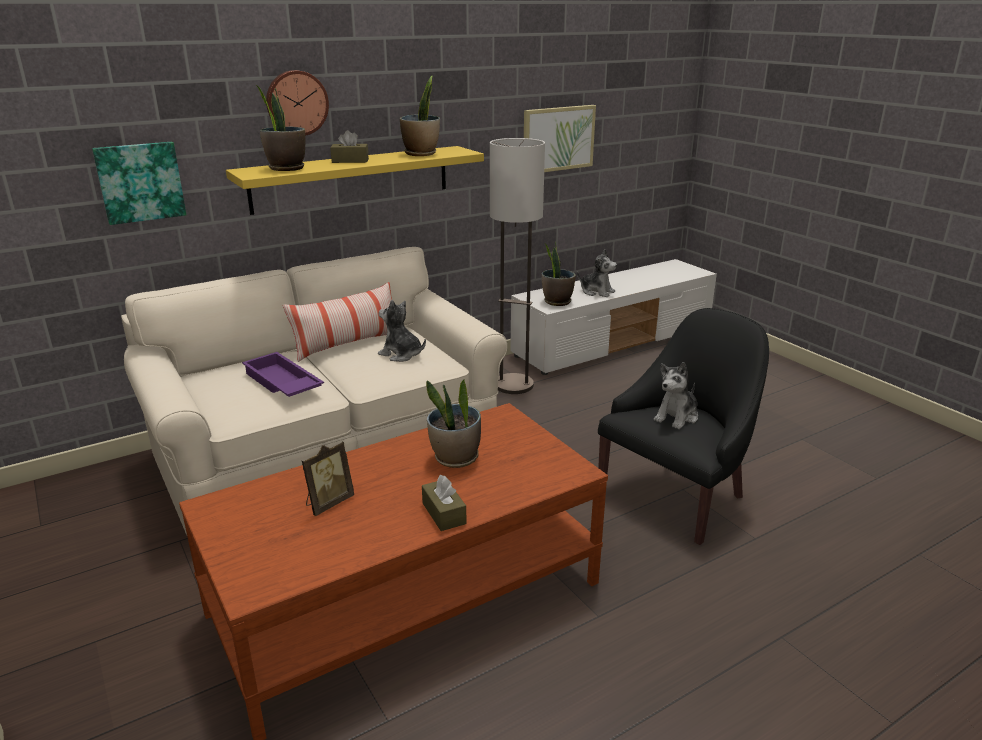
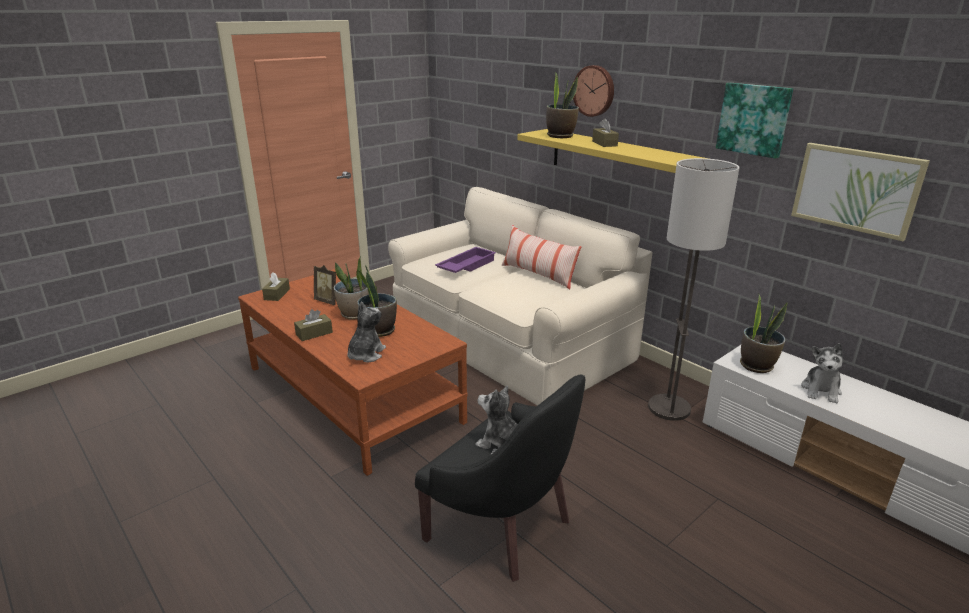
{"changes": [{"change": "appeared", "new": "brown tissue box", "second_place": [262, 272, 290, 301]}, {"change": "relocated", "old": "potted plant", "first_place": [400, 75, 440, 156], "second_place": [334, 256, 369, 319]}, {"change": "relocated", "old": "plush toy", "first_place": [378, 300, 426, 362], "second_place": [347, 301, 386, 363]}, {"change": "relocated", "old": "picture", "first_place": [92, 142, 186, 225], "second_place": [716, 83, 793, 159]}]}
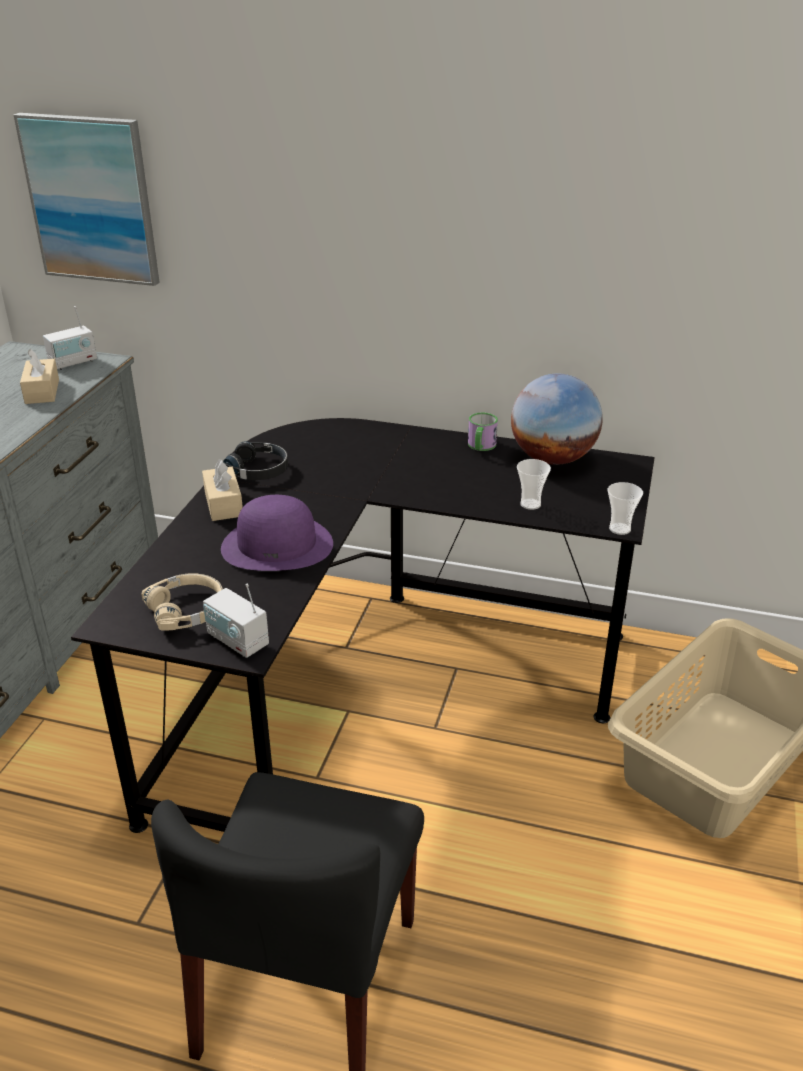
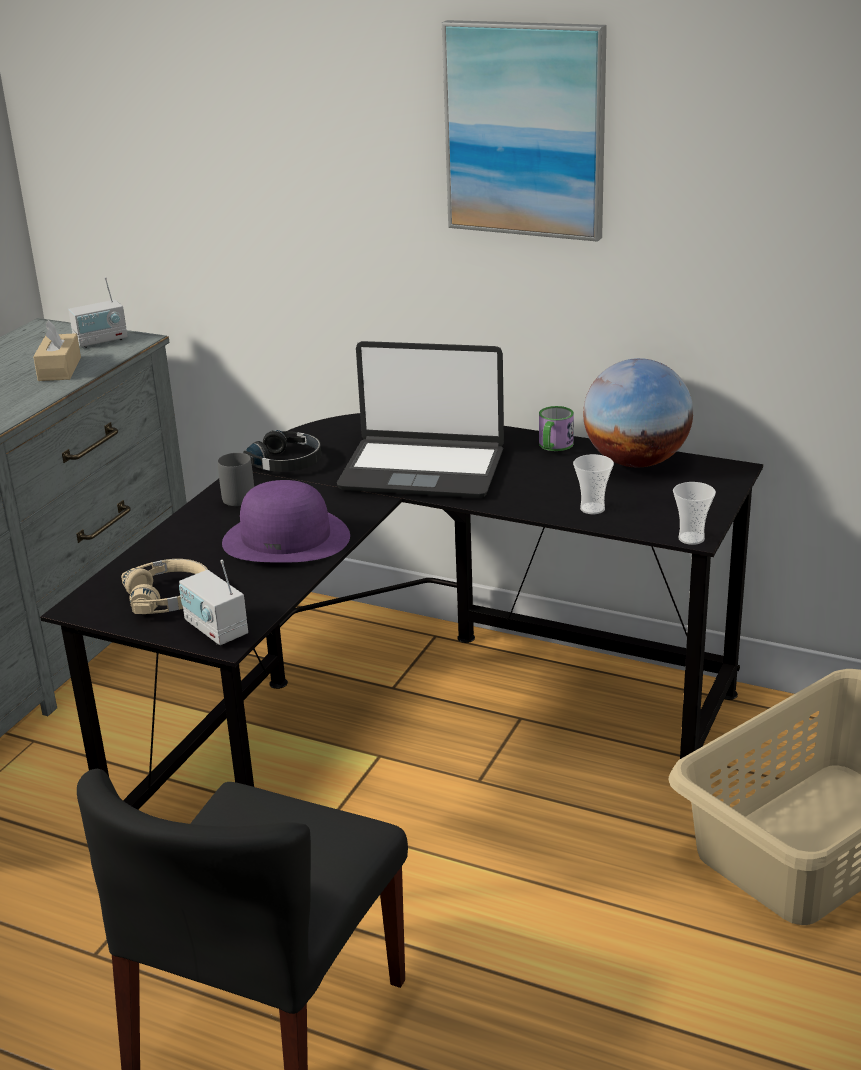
{"changes": [{"change": "exchanged", "old": "beige tissue box", "new": "grey mug", "first_place": [202, 459, 243, 521], "second_place": [218, 453, 254, 506]}, {"change": "appeared", "new": "laptop", "second_place": [337, 341, 504, 498]}, {"change": "relocated", "old": "picture", "first_place": [14, 113, 160, 286], "second_place": [442, 20, 607, 242]}]}
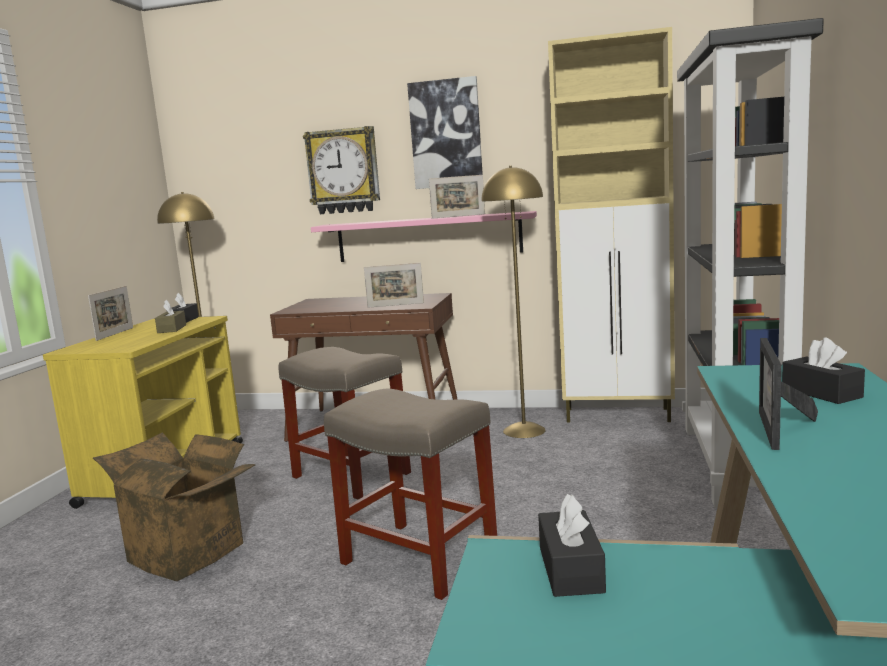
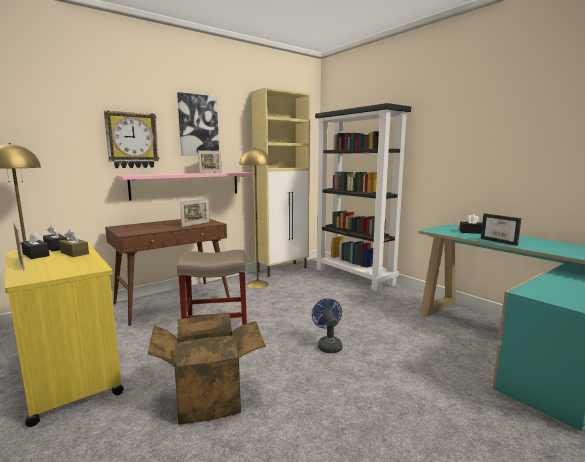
{"changes": [{"change": "relocated", "old": "black tissue box", "first_place": [538, 494, 606, 597], "second_place": [21, 231, 50, 259]}, {"change": "exchanged", "old": "beige stool", "new": "blue fan", "first_place": [324, 388, 497, 600], "second_place": [312, 298, 342, 353]}]}
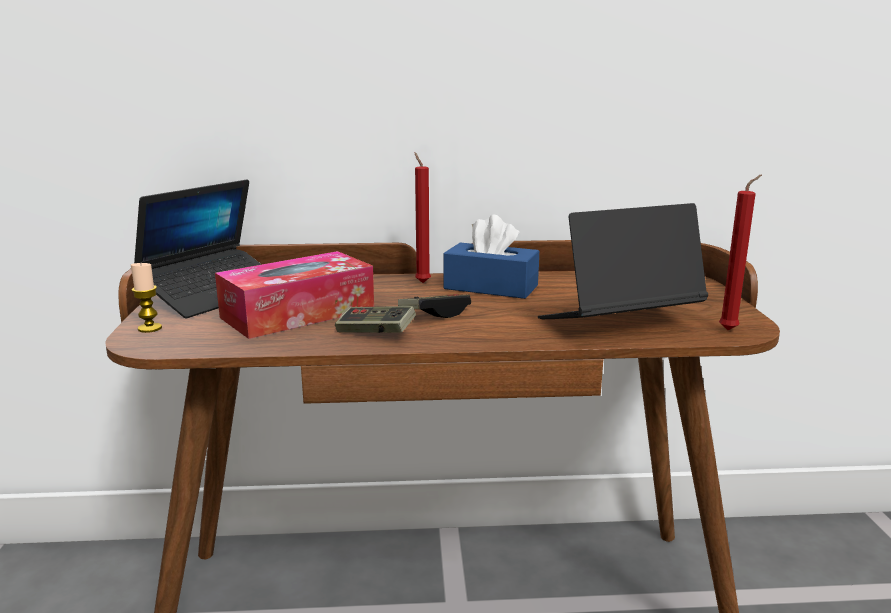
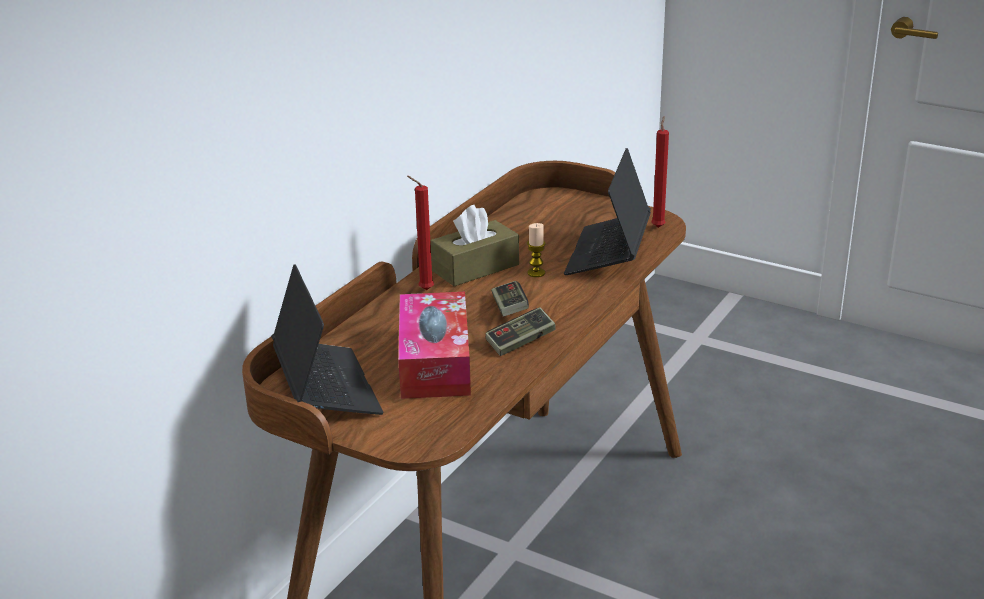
{"changes": [{"change": "colour", "old": "blue tissue box", "new": "brown tissue box", "first_place": [444, 214, 539, 299], "second_place": [430, 205, 519, 286]}, {"change": "relocated", "old": "candle", "first_place": [131, 262, 162, 333], "second_place": [527, 223, 545, 277]}]}
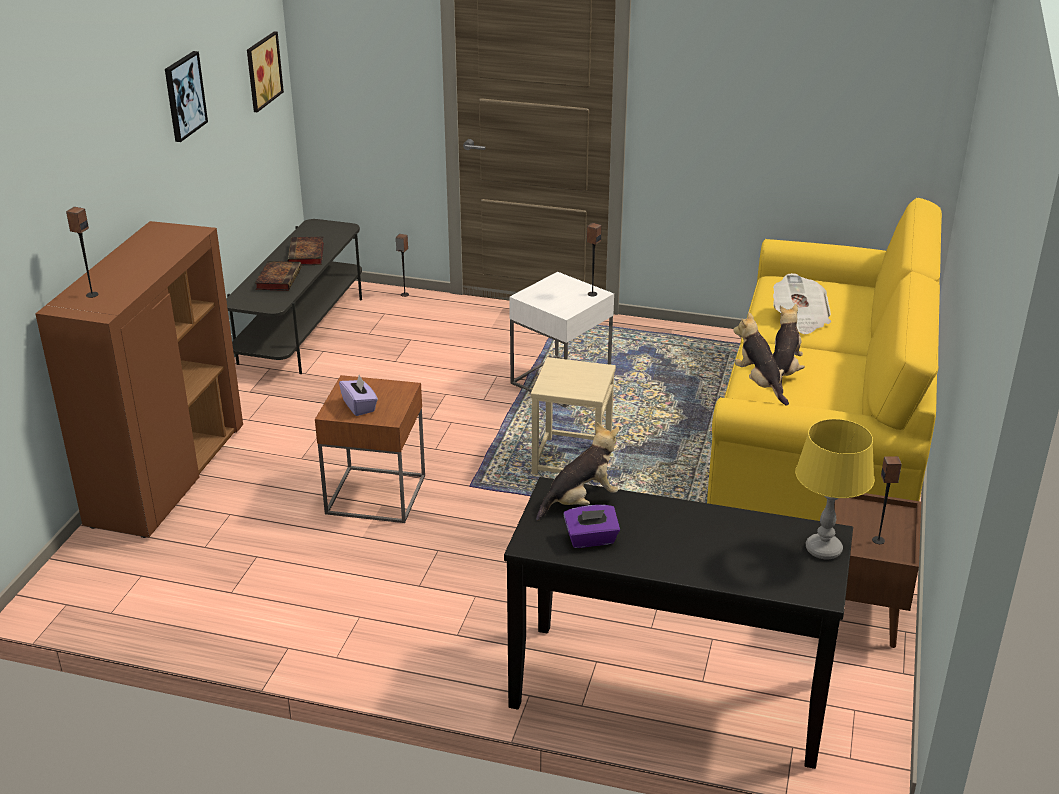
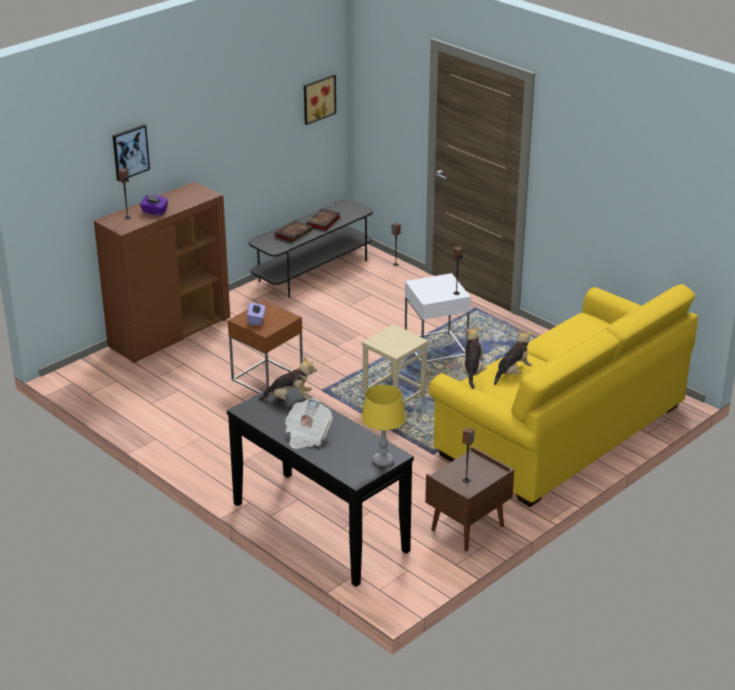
{"changes": [{"change": "relocated", "old": "picture", "first_place": [165, 51, 208, 142], "second_place": [112, 124, 150, 181]}, {"change": "relocated", "old": "purple tissue box", "first_place": [563, 505, 620, 548], "second_place": [140, 195, 168, 215]}, {"change": "relocated", "old": "newspaper", "first_place": [773, 273, 831, 334], "second_place": [285, 398, 333, 449]}]}
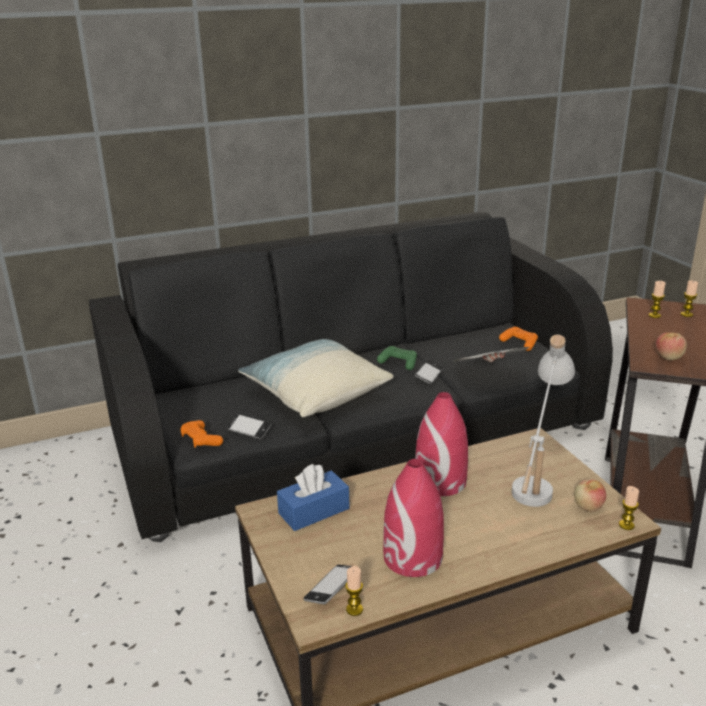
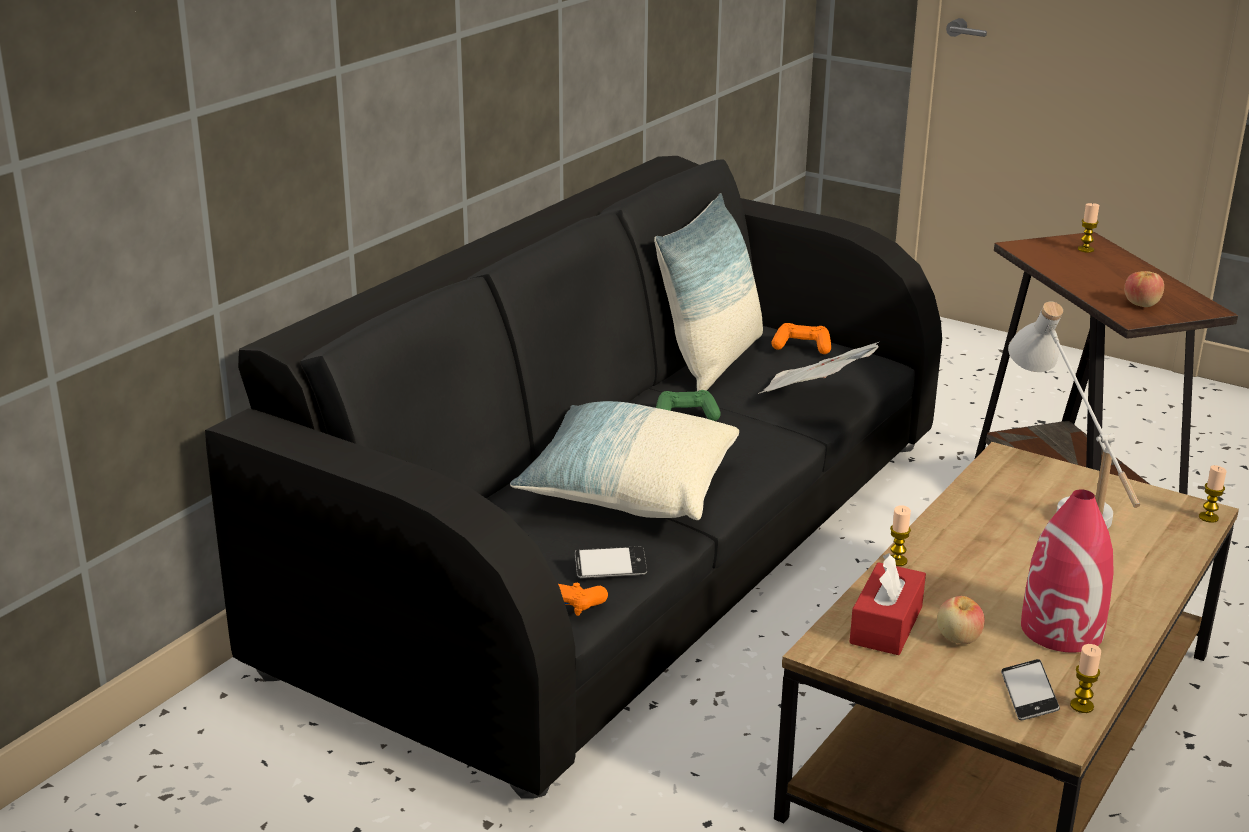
{"changes": [{"change": "appeared", "new": "pillow", "second_place": [654, 193, 763, 391]}, {"change": "colour", "old": "blue tissue box", "new": "red tissue box", "first_place": [277, 464, 349, 531], "second_place": [849, 553, 926, 655]}, {"change": "relocated", "old": "candle", "first_place": [648, 281, 666, 318], "second_place": [890, 505, 911, 566]}, {"change": "relocated", "old": "apple", "first_place": [574, 479, 606, 512], "second_place": [937, 596, 985, 644]}, {"change": "missing", "old": "phone", "first_place": [415, 360, 443, 384]}, {"change": "missing", "old": "red vase", "first_place": [415, 392, 468, 496]}]}
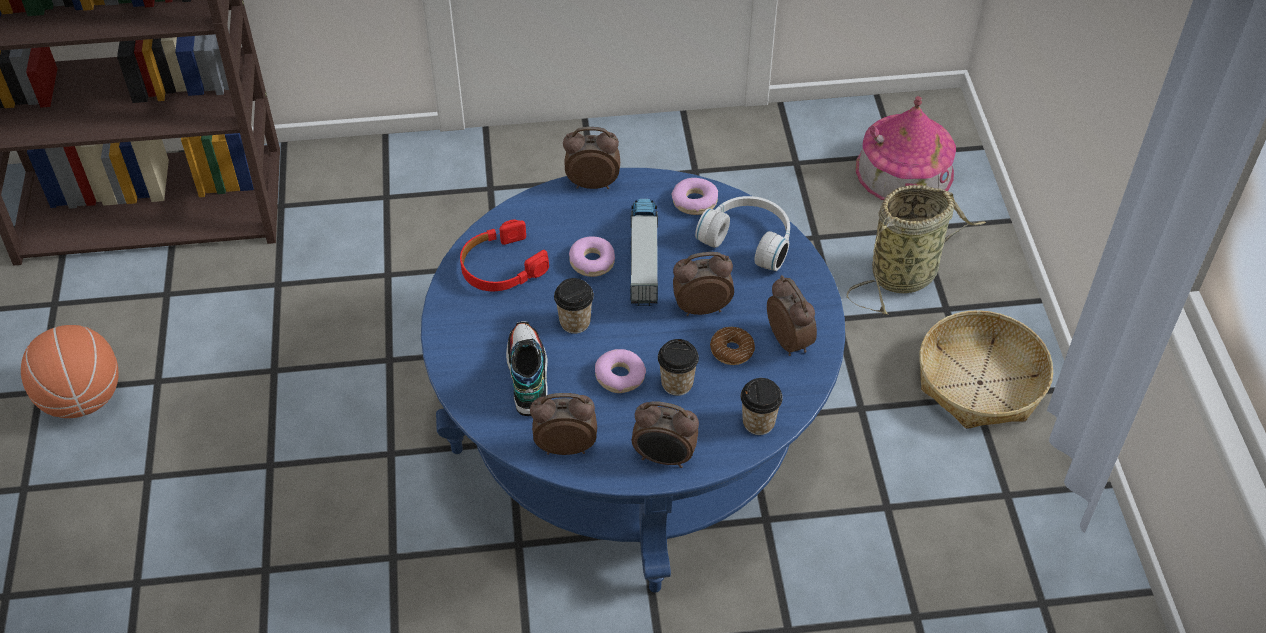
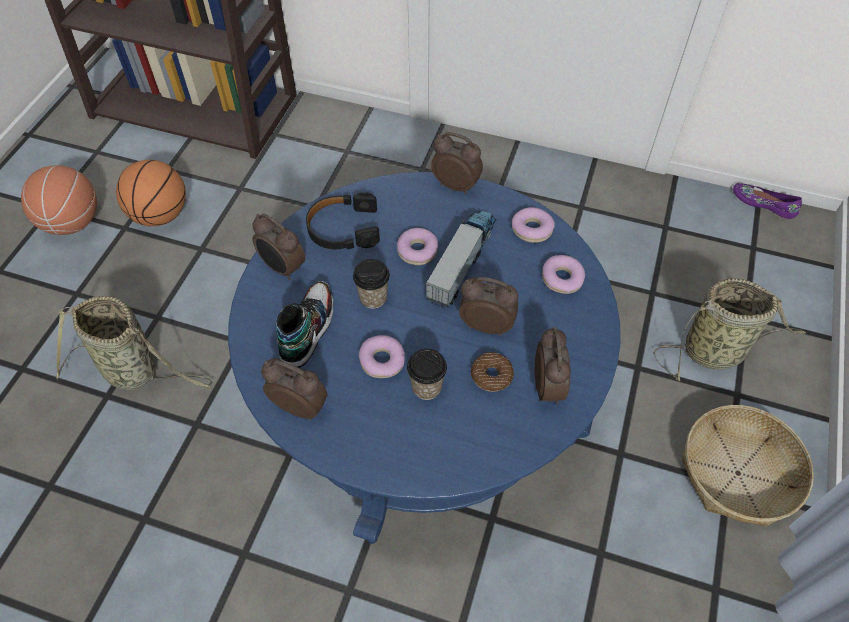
{"changes": [{"change": "appeared", "new": "basket", "second_place": [56, 296, 212, 390]}, {"change": "appeared", "new": "basketball", "second_place": [116, 160, 186, 226]}, {"change": "relocated", "old": "alarm clock", "first_place": [632, 401, 699, 468], "second_place": [252, 213, 305, 280]}, {"change": "colour", "old": "red headphones", "new": "black headphones", "first_place": [460, 219, 549, 291], "second_place": [306, 192, 380, 249]}, {"change": "exchanged", "old": "white headphones", "new": "donut", "first_place": [695, 196, 790, 271], "second_place": [542, 255, 585, 294]}, {"change": "appeared", "new": "purple shoe", "second_place": [733, 183, 802, 219]}, {"change": "missing", "old": "cup", "first_place": [741, 378, 783, 435]}, {"change": "missing", "old": "toy house", "first_place": [856, 96, 956, 200]}]}
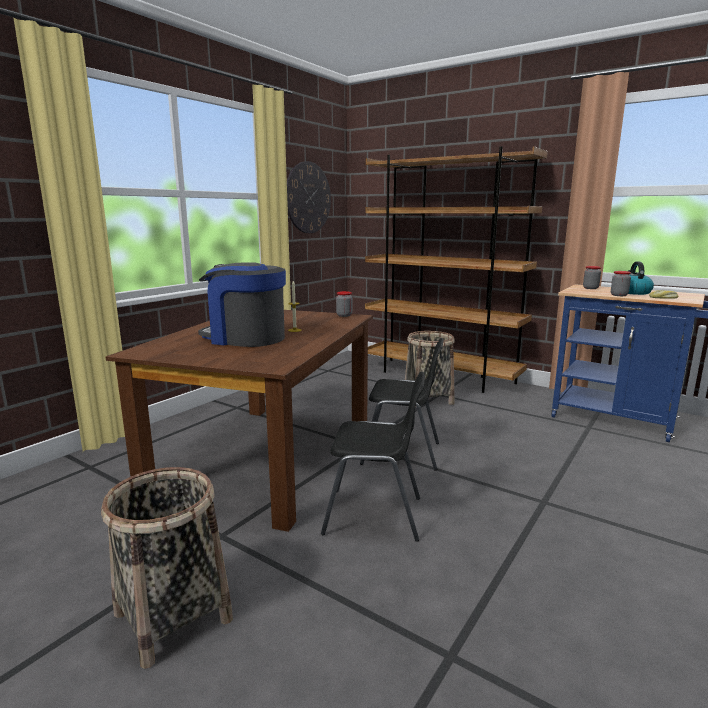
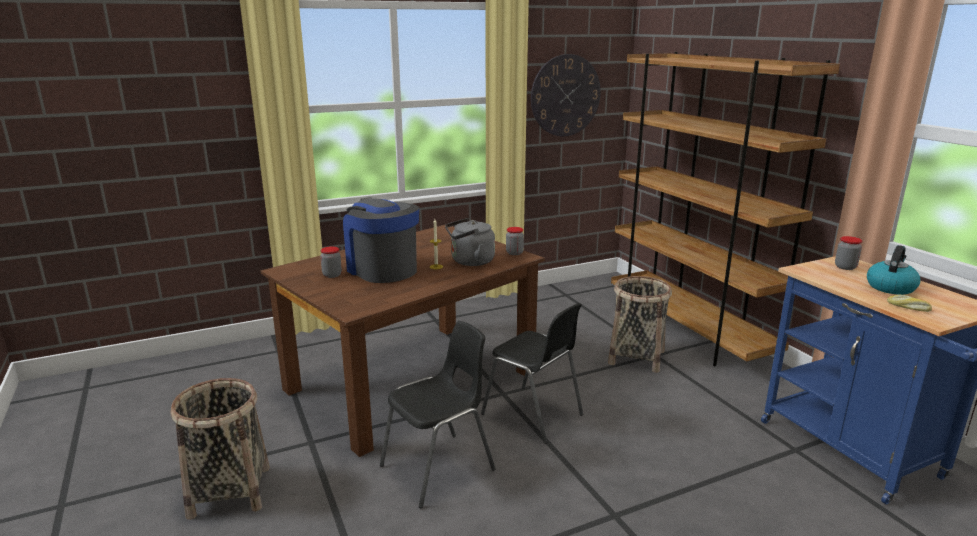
{"changes": [{"change": "relocated", "old": "jar", "first_place": [611, 271, 631, 296], "second_place": [320, 246, 342, 278]}, {"change": "spun", "old": "black chair", "first_place": [321, 371, 425, 542], "second_place": [380, 321, 496, 508], "degrees": -75}, {"change": "appeared", "new": "grey kettle", "second_place": [445, 218, 495, 266]}]}
